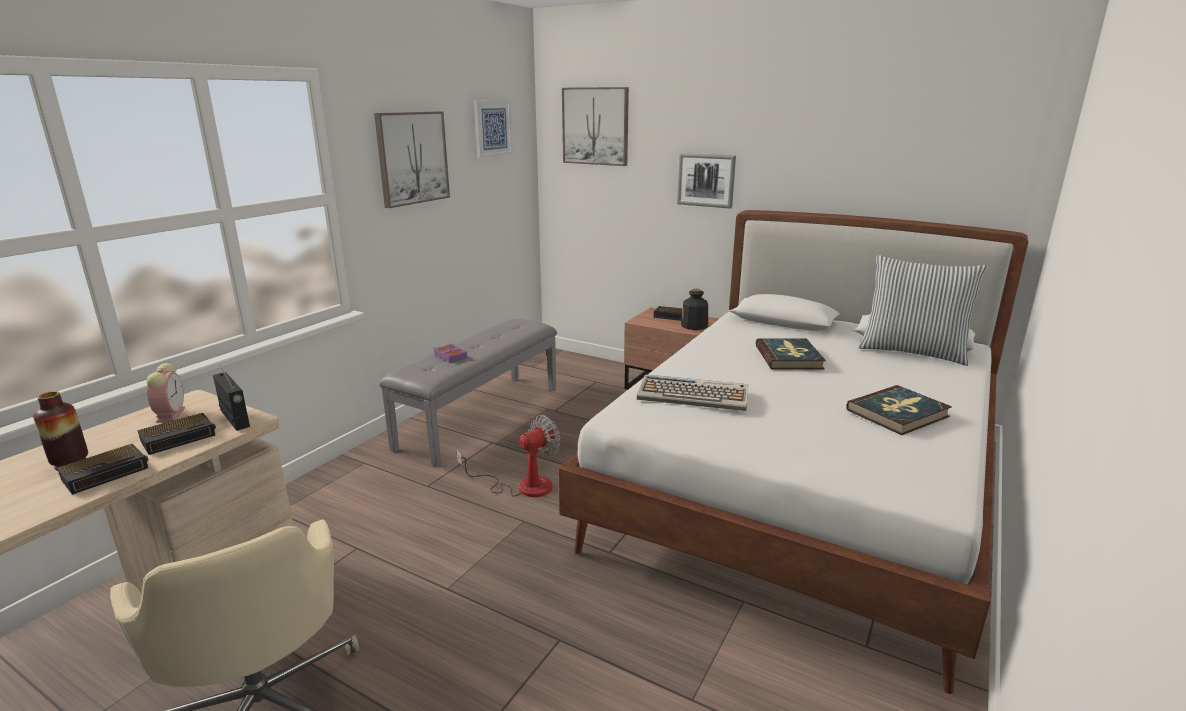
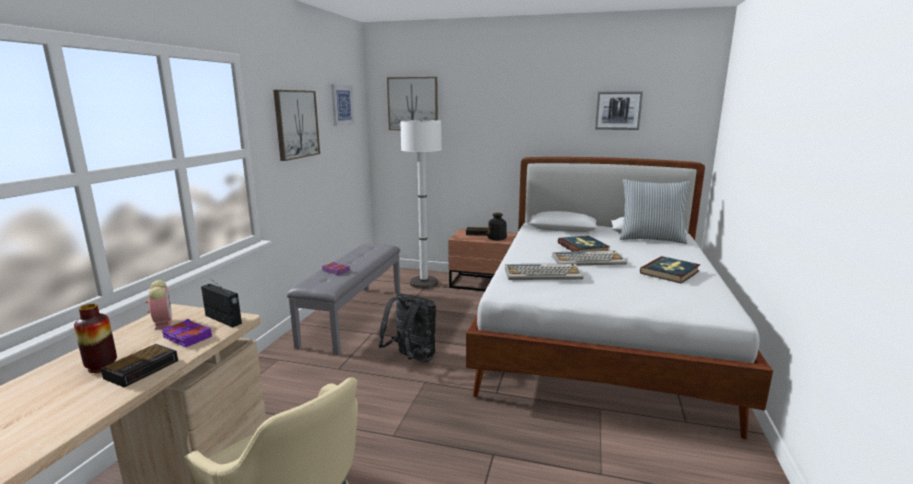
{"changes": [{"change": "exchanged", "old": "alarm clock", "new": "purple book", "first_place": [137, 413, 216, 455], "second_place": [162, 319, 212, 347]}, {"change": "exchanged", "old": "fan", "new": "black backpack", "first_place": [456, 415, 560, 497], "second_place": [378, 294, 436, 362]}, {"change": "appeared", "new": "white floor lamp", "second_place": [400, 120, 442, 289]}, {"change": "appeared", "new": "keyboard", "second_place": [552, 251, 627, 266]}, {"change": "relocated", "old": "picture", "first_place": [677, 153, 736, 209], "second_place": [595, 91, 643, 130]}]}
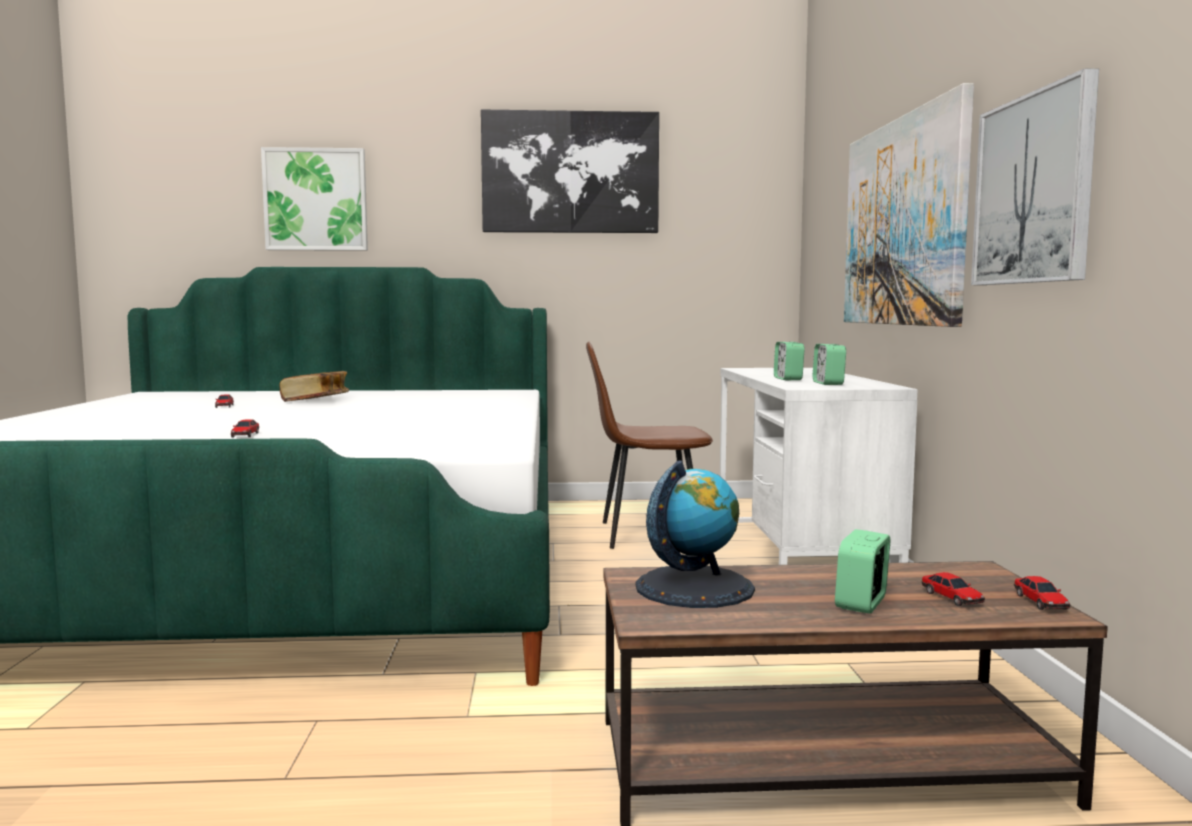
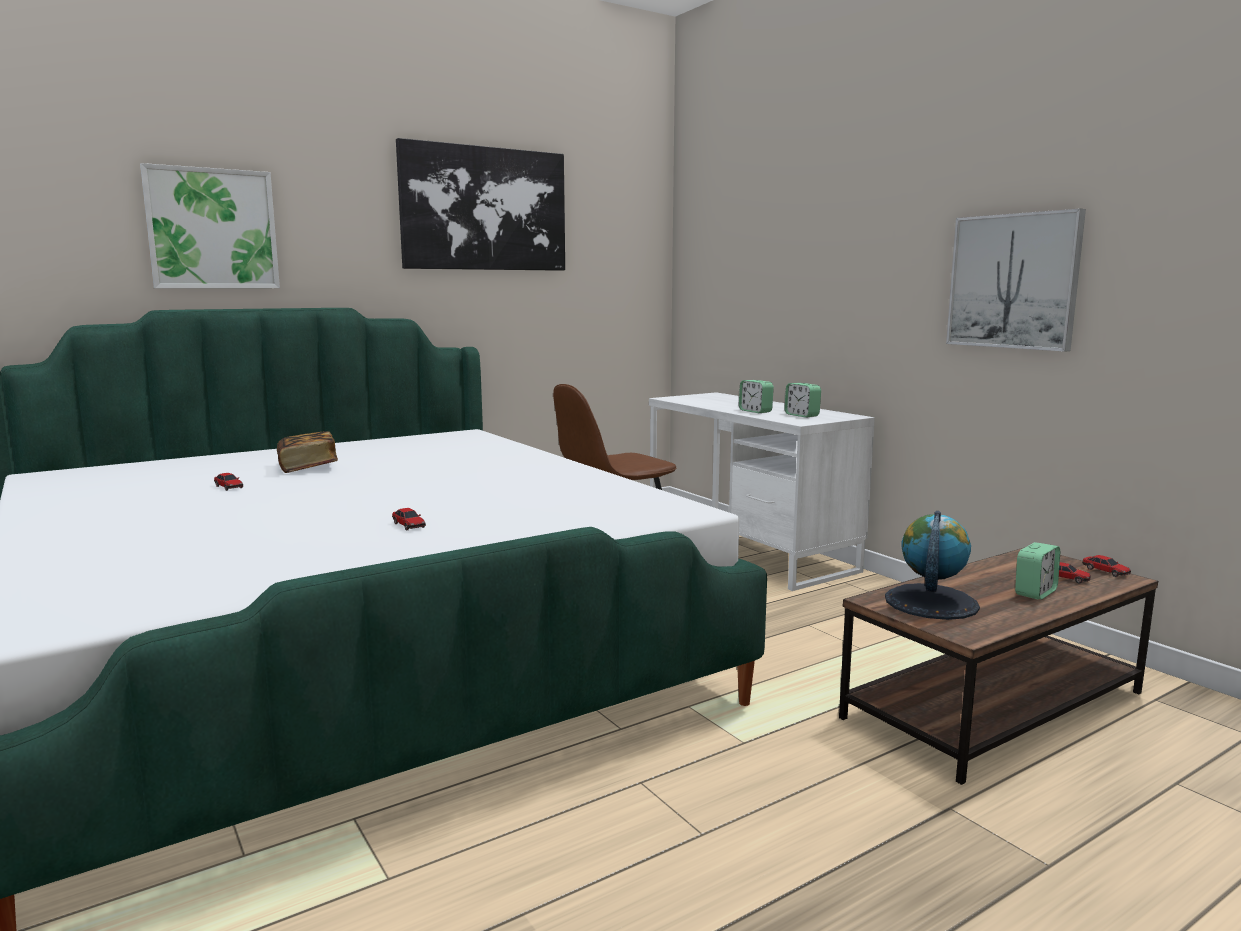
{"changes": [{"change": "spun", "old": "alarm clock", "first_place": [835, 529, 890, 614], "second_place": [1015, 542, 1060, 600], "degrees": -135}, {"change": "missing", "old": "picture", "first_place": [844, 83, 974, 327]}]}
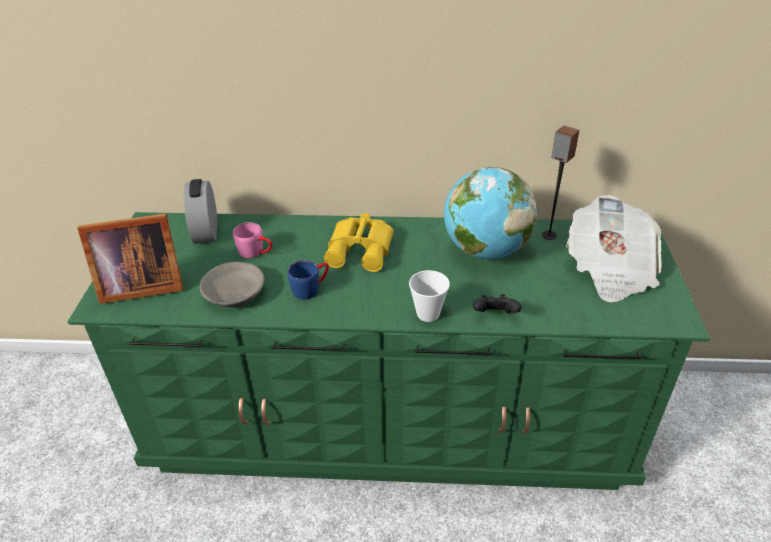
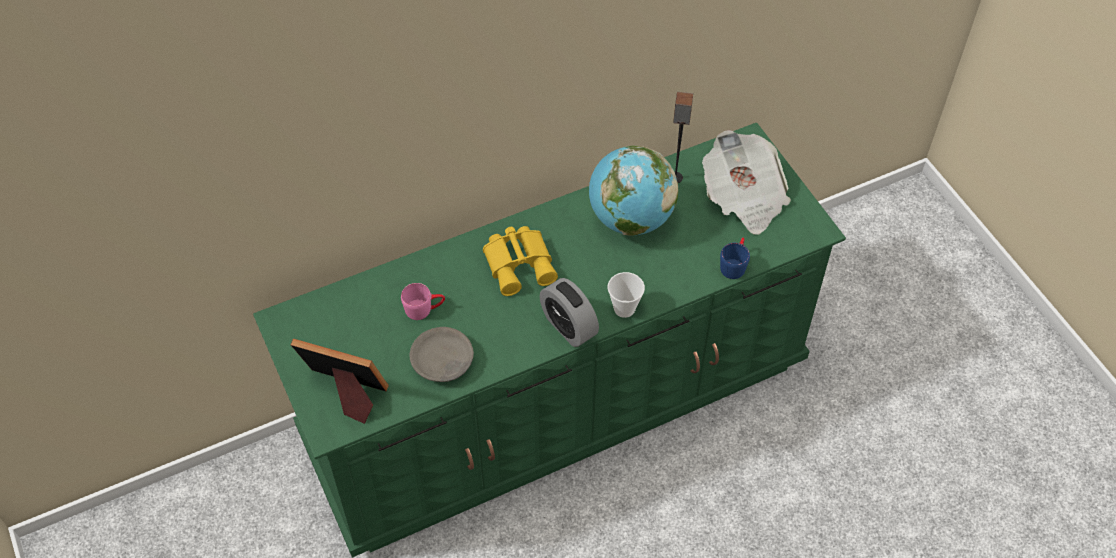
{"changes": [{"change": "spun", "old": "picture frame", "first_place": [77, 214, 183, 304], "second_place": [291, 339, 389, 424], "degrees": -120}, {"change": "relocated", "old": "alarm clock", "first_place": [184, 179, 218, 244], "second_place": [540, 278, 599, 347]}, {"change": "relocated", "old": "blue mug", "first_place": [287, 260, 329, 299], "second_place": [720, 238, 750, 279]}, {"change": "missing", "old": "black game controller", "first_place": [473, 294, 522, 313]}]}
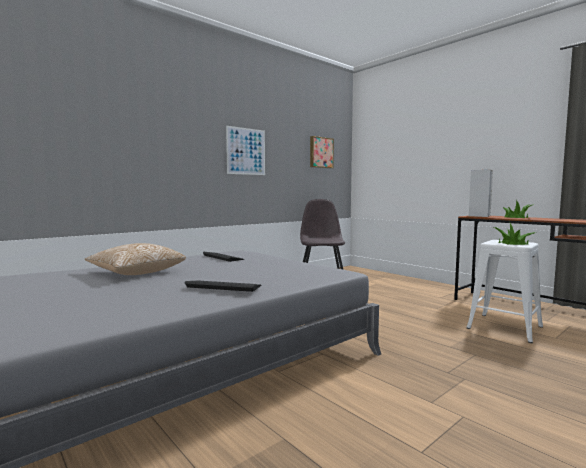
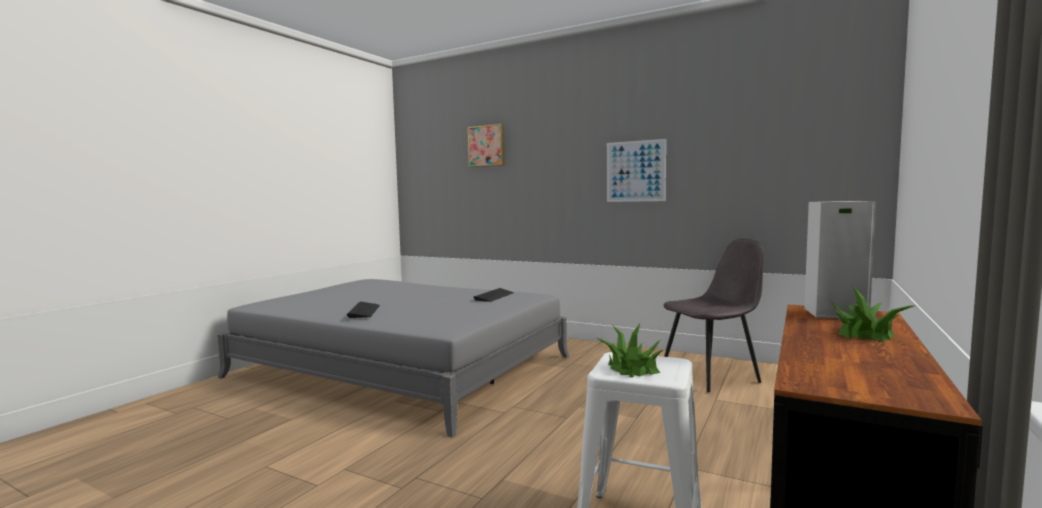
{"changes": [{"change": "relocated", "old": "picture", "first_place": [310, 136, 334, 168], "second_place": [468, 124, 505, 167]}, {"change": "missing", "old": "pillow", "first_place": [85, 243, 186, 275]}]}
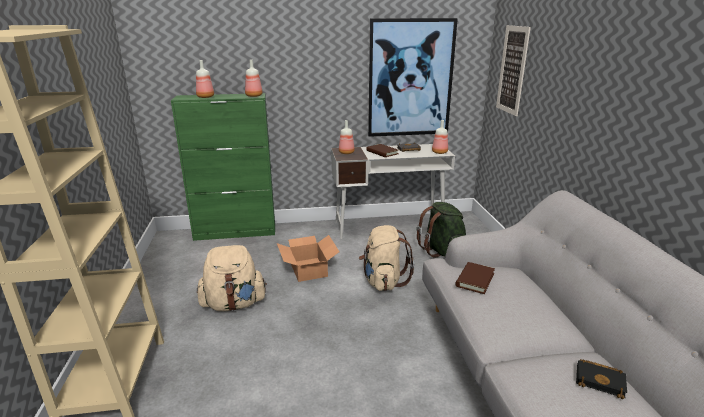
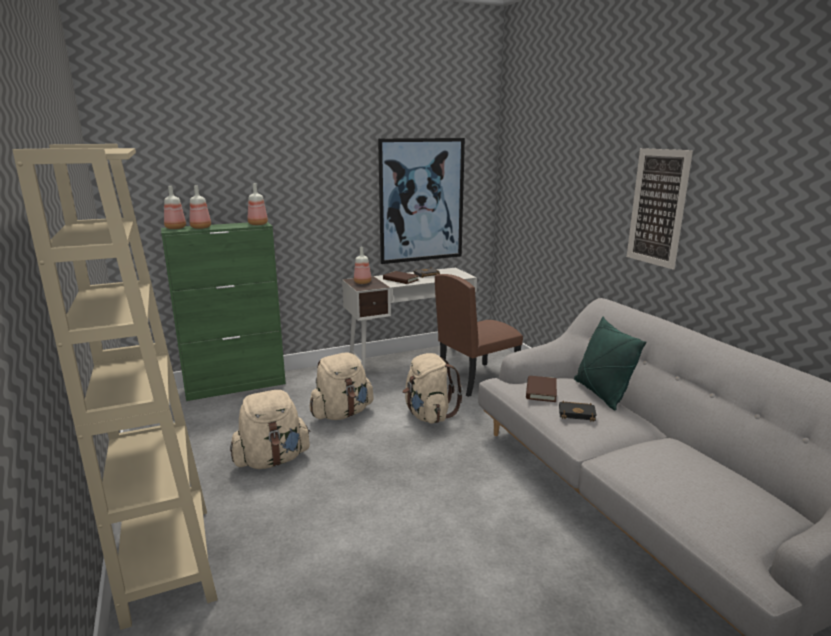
{"changes": [{"change": "relocated", "old": "bottle", "first_place": [432, 120, 448, 154], "second_place": [164, 186, 186, 229]}, {"change": "exchanged", "old": "cardboard box", "new": "beige backpack", "first_place": [277, 235, 340, 282], "second_place": [309, 353, 373, 420]}, {"change": "exchanged", "old": "green backpack", "new": "brown chair", "first_place": [417, 202, 466, 258], "second_place": [435, 274, 523, 397]}, {"change": "relocated", "old": "black book", "first_place": [576, 359, 627, 399], "second_place": [559, 401, 597, 422]}, {"change": "appeared", "new": "green pillow", "second_place": [574, 317, 646, 411]}, {"change": "relocated", "old": "picture", "first_place": [496, 25, 531, 116], "second_place": [627, 148, 693, 269]}]}
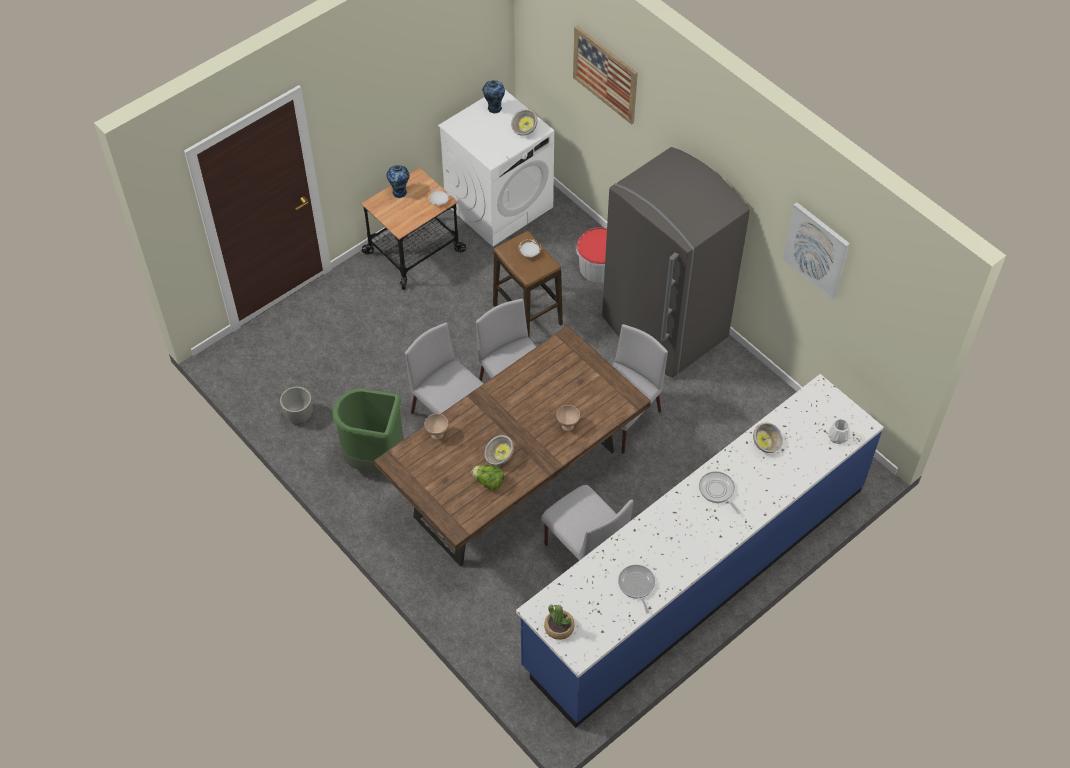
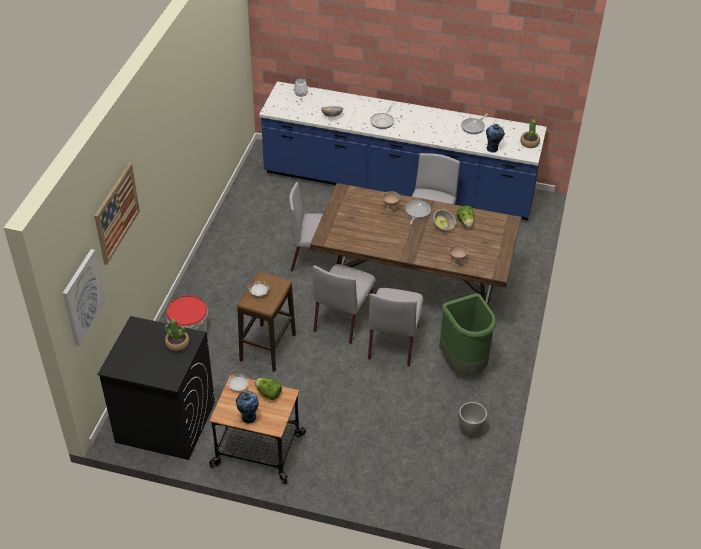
{"changes": [{"change": "relocated", "old": "picture", "first_place": [783, 202, 850, 300], "second_place": [63, 249, 106, 347]}, {"change": "colour", "old": "white washing machine", "new": "black washing machine", "first_place": [438, 90, 554, 247], "second_place": [97, 316, 215, 460]}, {"change": "appeared", "new": "potted plant", "second_place": [165, 319, 189, 352]}, {"change": "appeared", "new": "lettuce", "second_place": [255, 378, 282, 400]}, {"change": "appeared", "new": "frying pan", "second_place": [405, 200, 431, 225]}, {"change": "relocated", "old": "vase", "first_place": [482, 80, 505, 114], "second_place": [486, 124, 504, 153]}, {"change": "missing", "old": "bowl", "first_place": [511, 109, 538, 136]}, {"change": "missing", "old": "grey fridge", "first_place": [602, 147, 750, 378]}]}
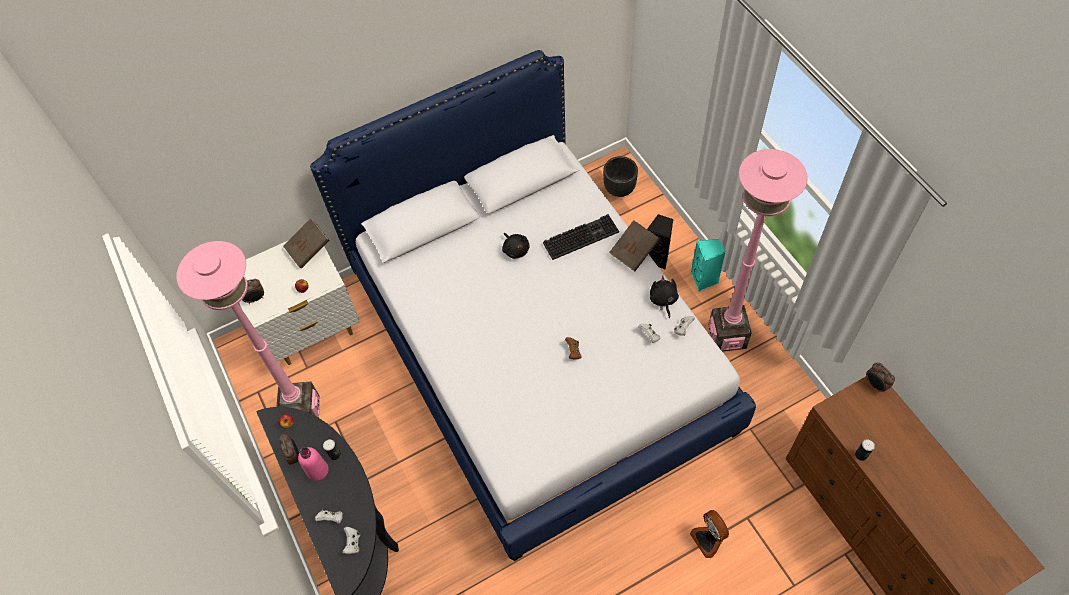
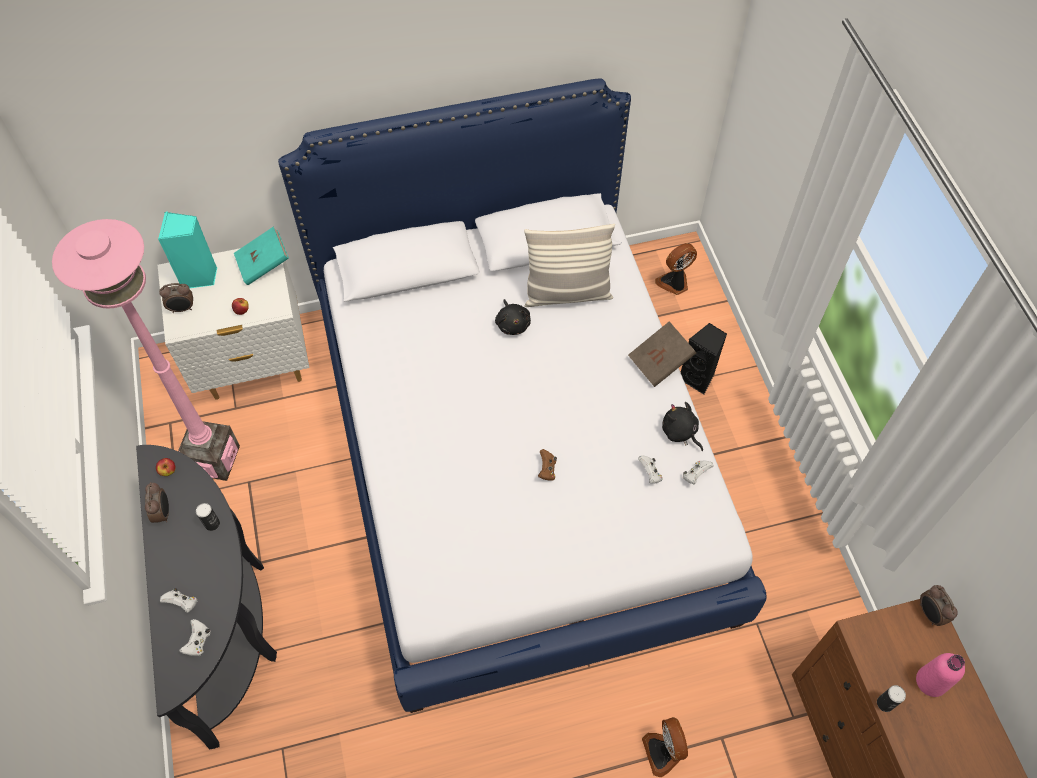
{"changes": [{"change": "relocated", "old": "turquoise speaker", "first_place": [691, 239, 726, 292], "second_place": [158, 212, 217, 288]}, {"change": "colour", "old": "brown book", "new": "turquoise book", "first_place": [283, 219, 329, 268], "second_place": [234, 227, 289, 285]}, {"change": "appeared", "new": "pillow", "second_place": [524, 224, 615, 307]}, {"change": "exchanged", "old": "black planter", "new": "fan", "first_place": [603, 156, 638, 197], "second_place": [655, 243, 697, 295]}, {"change": "spun", "old": "black plush toy", "first_place": [650, 276, 679, 319], "second_place": [662, 402, 703, 451], "degrees": -45}, {"change": "relocated", "old": "pink bottle", "first_place": [298, 447, 329, 481], "second_place": [916, 653, 965, 697]}, {"change": "missing", "old": "keyboard", "first_place": [543, 214, 619, 260]}, {"change": "missing", "old": "pink floor lamp", "first_place": [708, 149, 808, 351]}]}
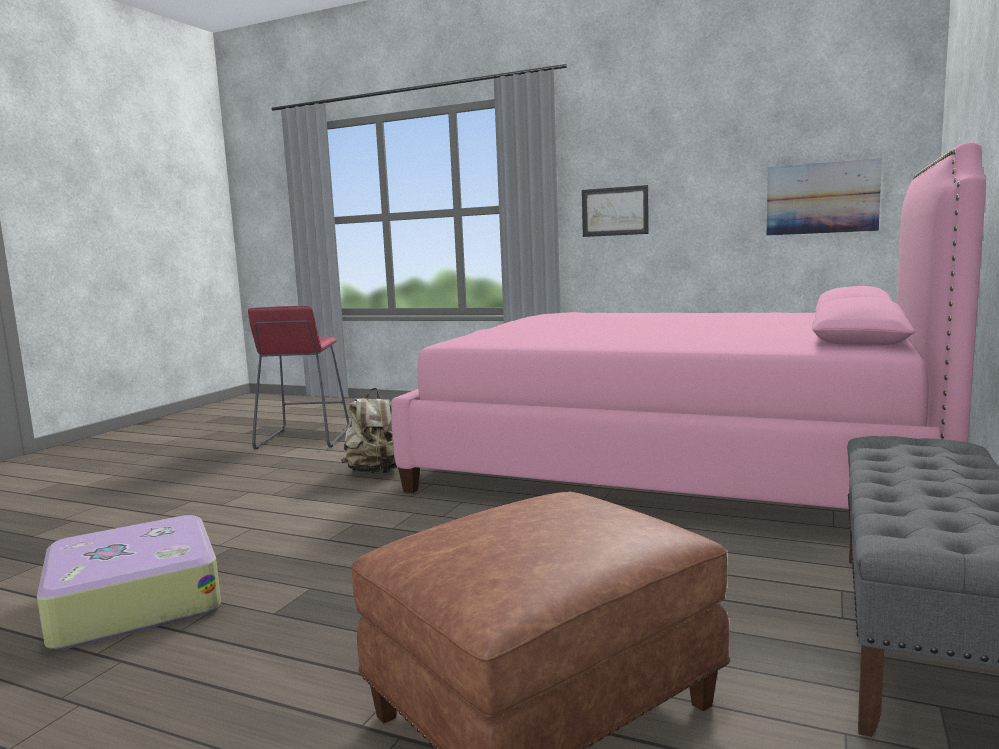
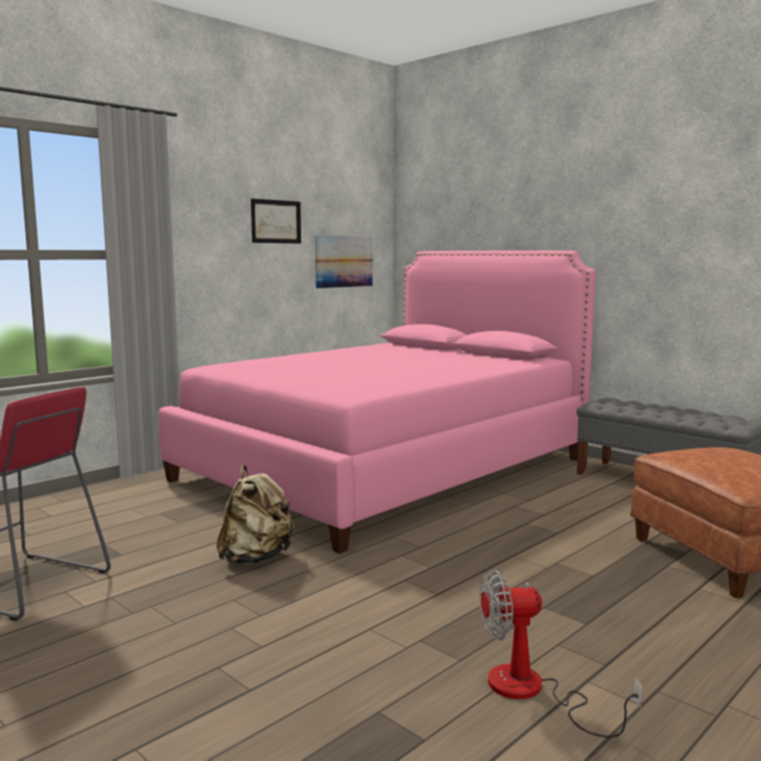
{"changes": [{"change": "relocated", "old": "picture", "first_place": [582, 185, 649, 237], "second_place": [251, 199, 301, 243]}, {"change": "exchanged", "old": "suitcase", "new": "fan", "first_place": [37, 515, 221, 650], "second_place": [480, 569, 643, 738]}]}
